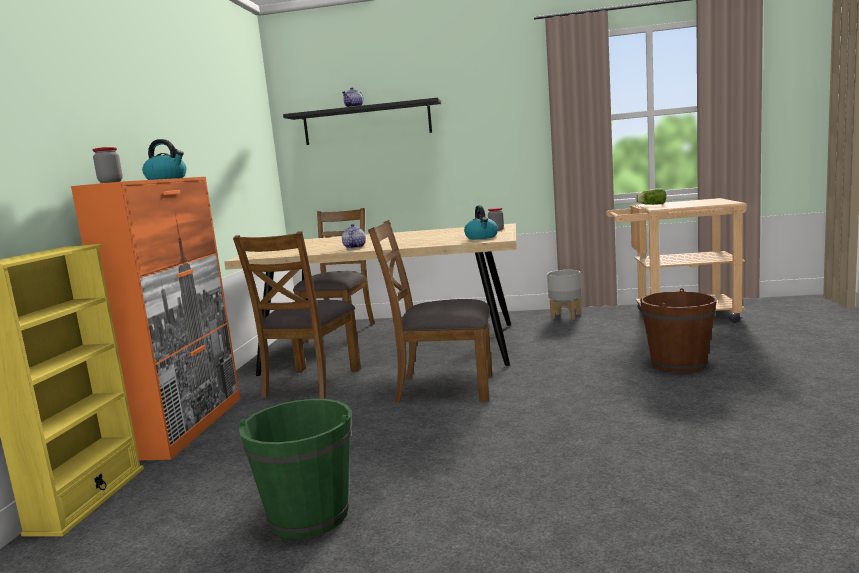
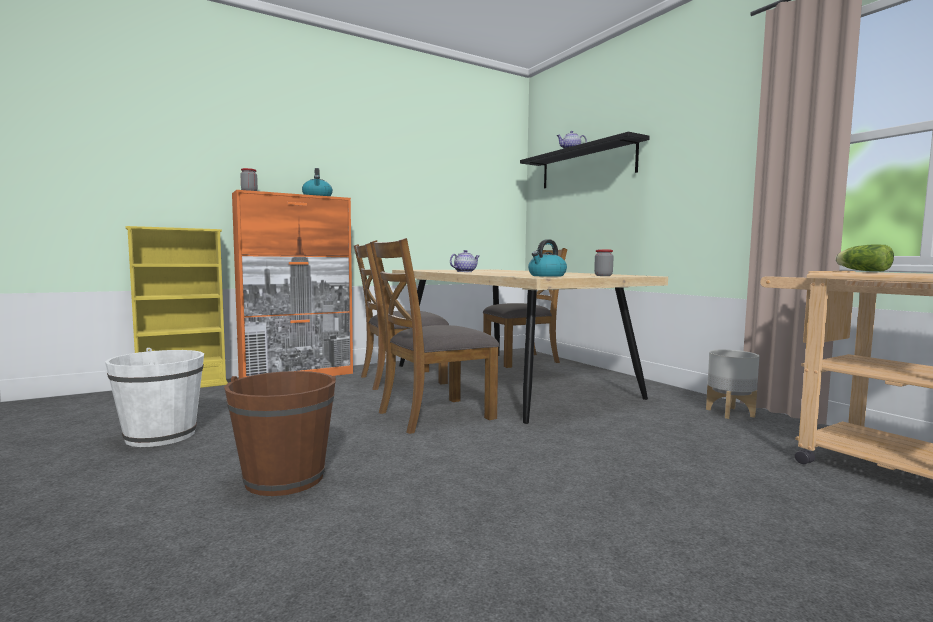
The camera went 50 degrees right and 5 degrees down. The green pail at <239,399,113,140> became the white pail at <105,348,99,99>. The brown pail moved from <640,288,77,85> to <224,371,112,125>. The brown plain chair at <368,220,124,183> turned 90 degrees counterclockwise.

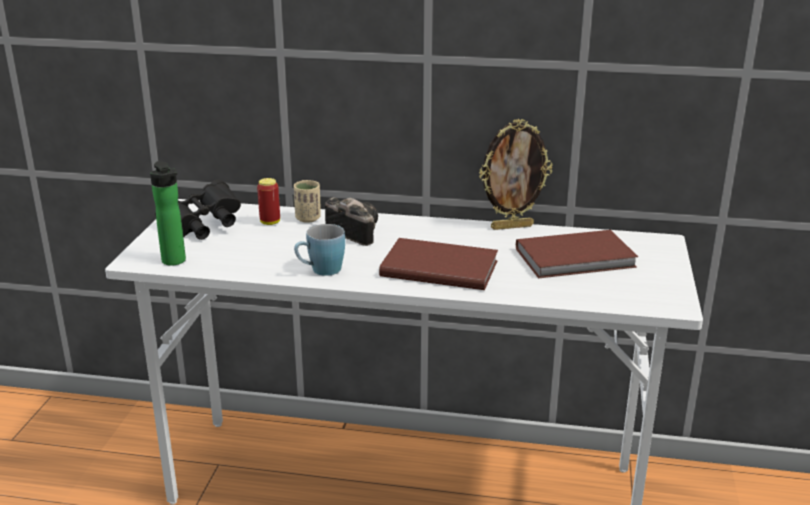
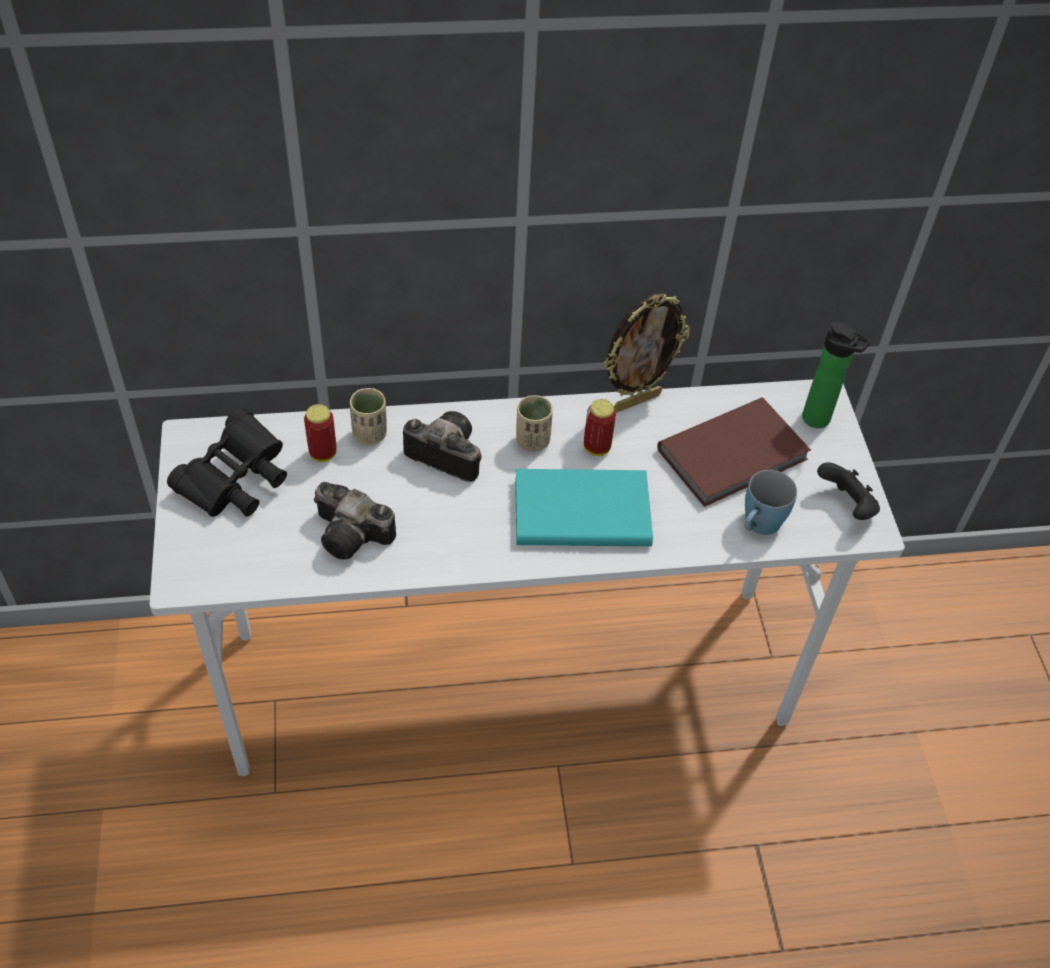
The camera went 20 degrees left and 25 degrees up. The still camera at <314,482,82,78> appeared. The brown volume at <379,238,119,52> became the turquoise-coloured volume at <515,469,138,77>. The beige cup at <516,395,37,57> appeared. The can at <584,399,32,57> appeared. The blue tea mug moved from <294,224,51,52> to <744,470,53,65>. The beverage bottle moved from <150,161,36,105> to <802,322,70,106>. The blackish joypad at <817,462,63,58> appeared.

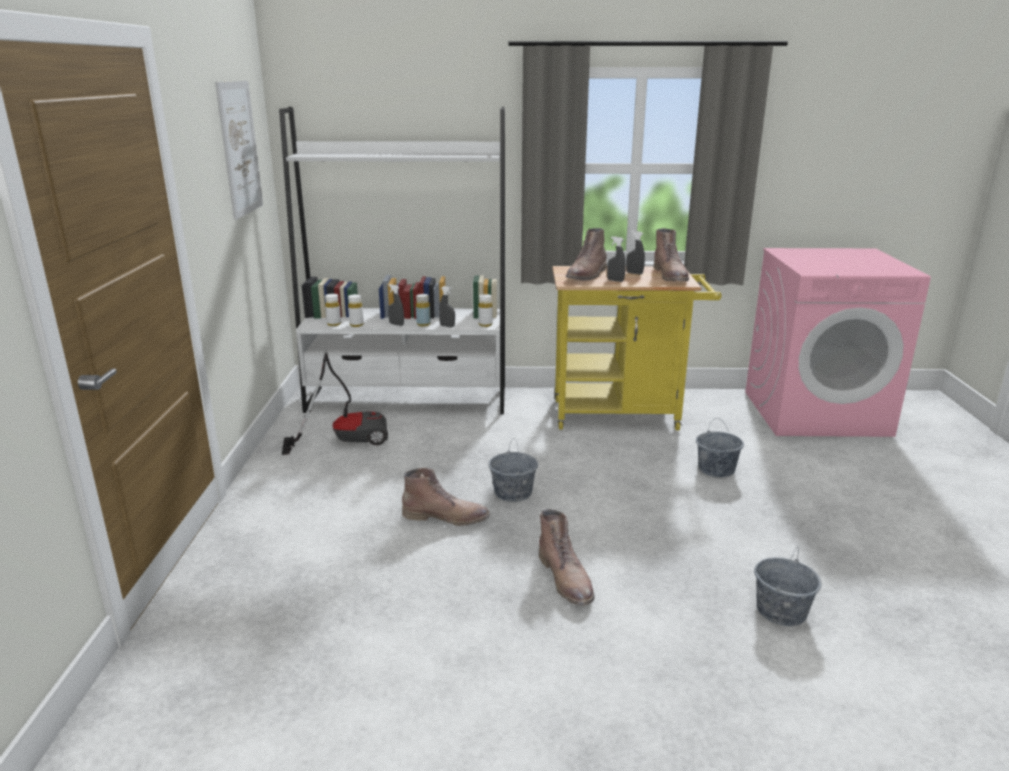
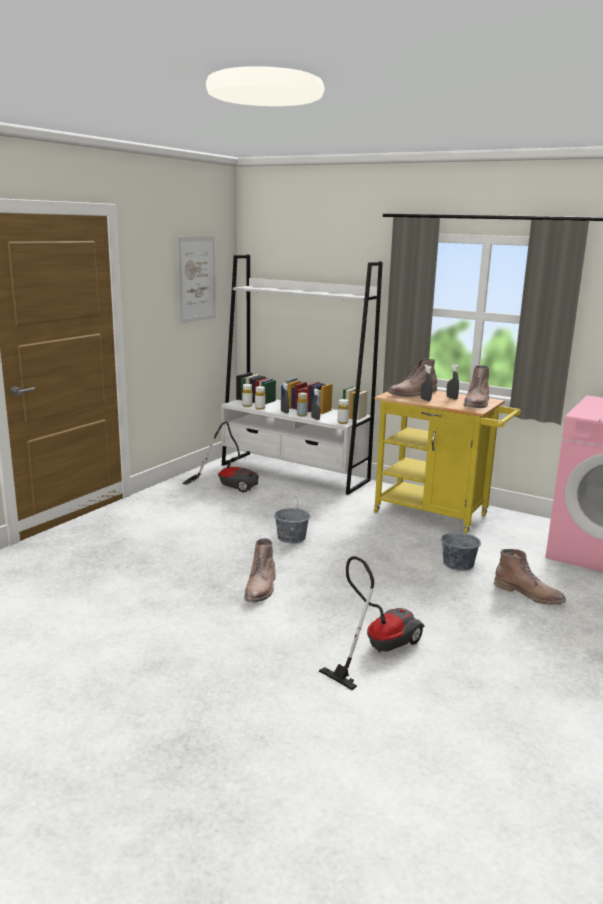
The camera went 30 degrees right and 5 degrees down. The grey pail at <754,546,67,80> was replaced by the vacuum at <319,556,106,134>. The brown boot moved from <402,468,87,58> to <494,549,72,56>.

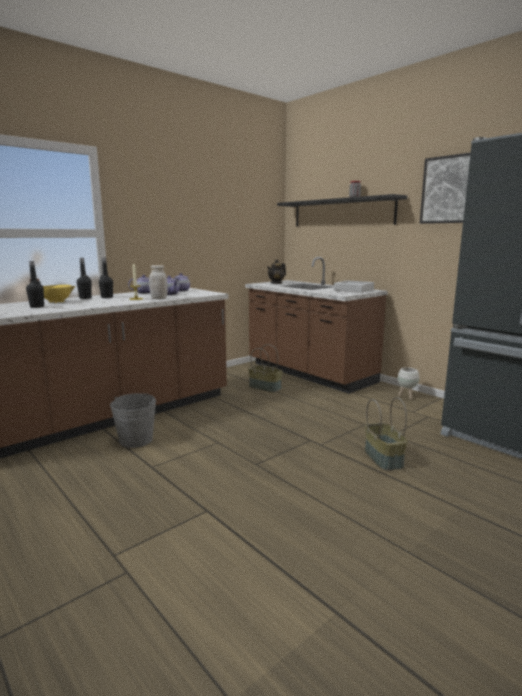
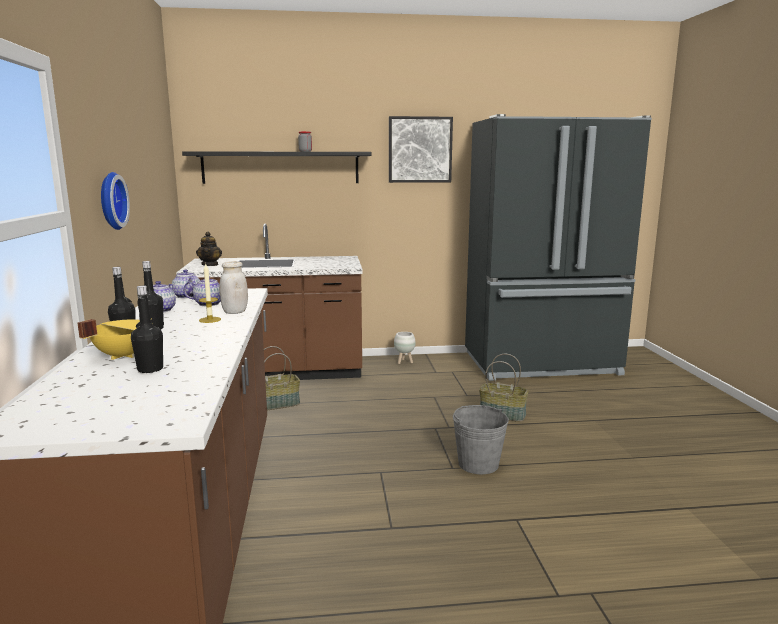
The camera went 55 degrees left and 0 degrees up. The hanging clock at <101,172,29,58> appeared. The grey pail moved from <110,393,46,55> to <453,405,56,69>. The grey tray at <334,280,40,13> disappeared.

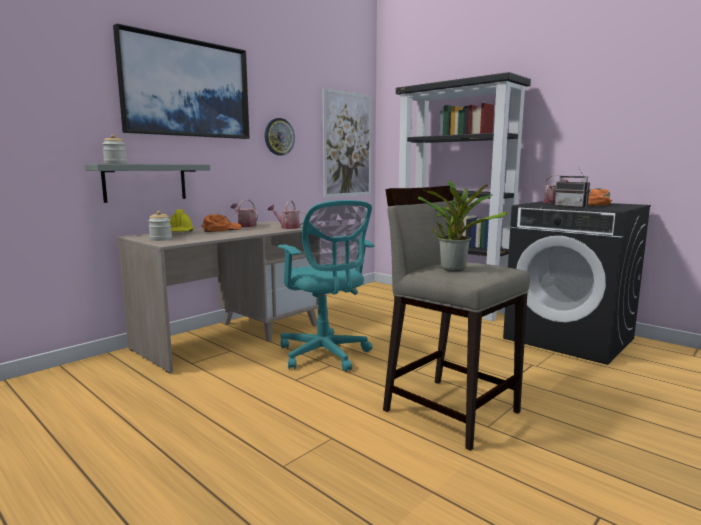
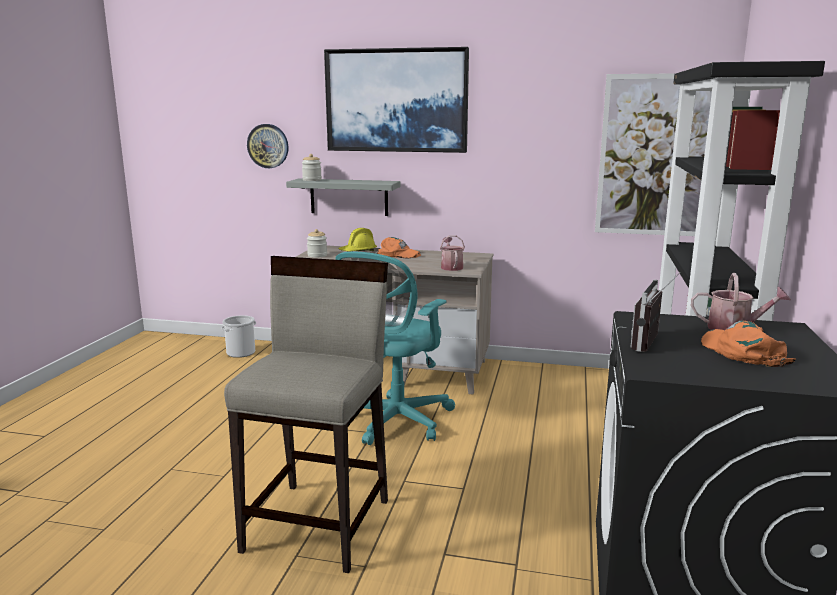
The camera went 60 degrees right and 5 degrees up. The pail at <221,315,35,43> appeared. The hanging clock moved from <265,118,30,38> to <247,124,42,44>. The watering can at <231,199,27,28> disappeared. The potted plant at <418,180,89,91> disappeared.

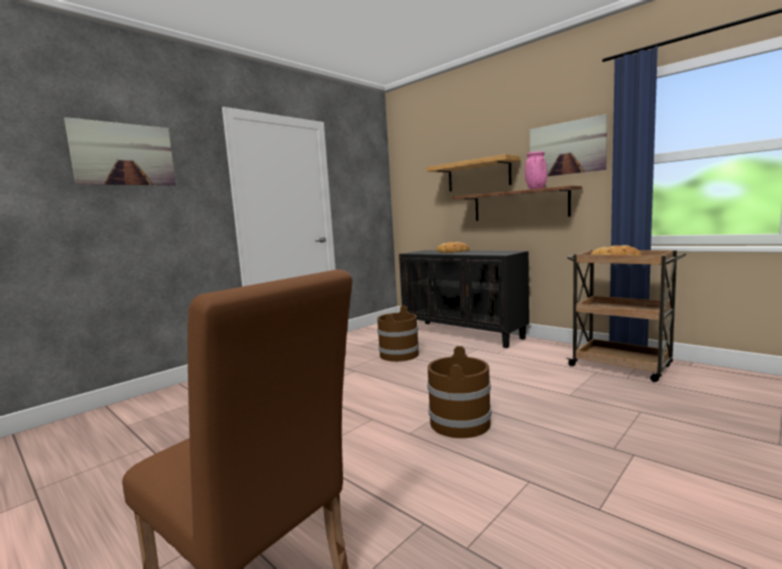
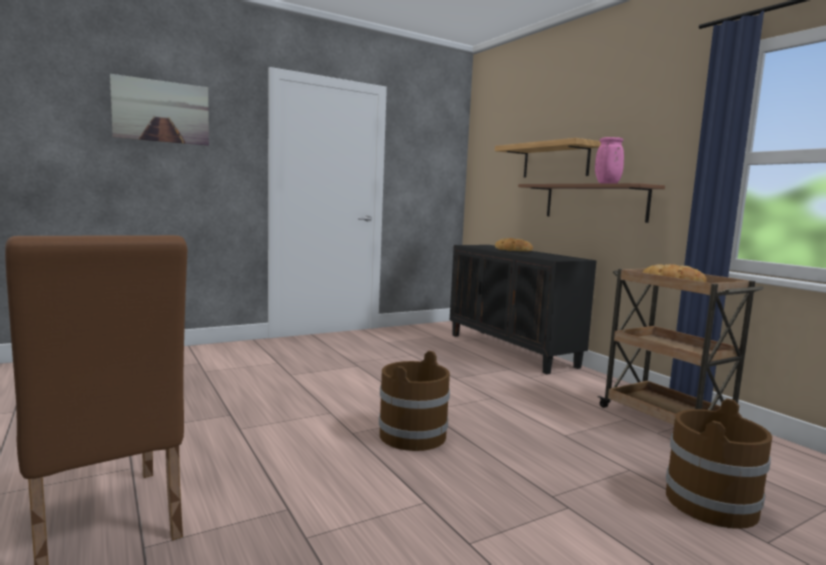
The camera went 15 degrees right and 0 degrees up. The brown pail moved from <377,306,42,56> to <666,399,106,130>. The wall picture at <530,114,77,62> disappeared.

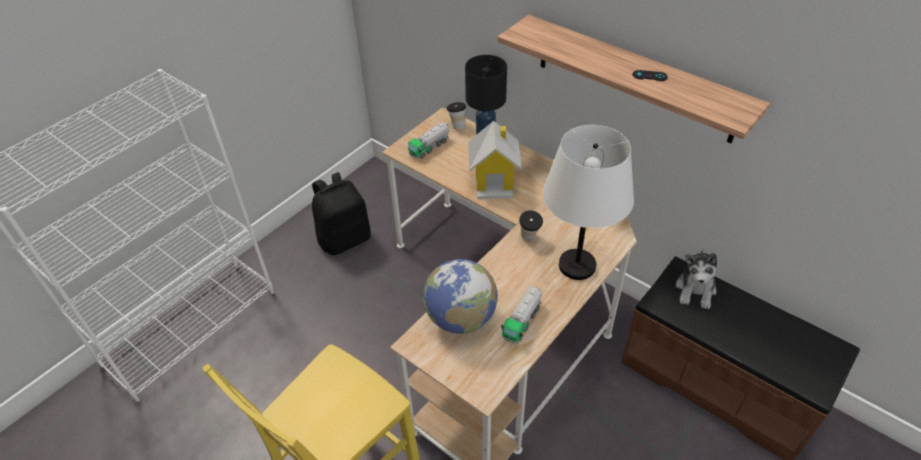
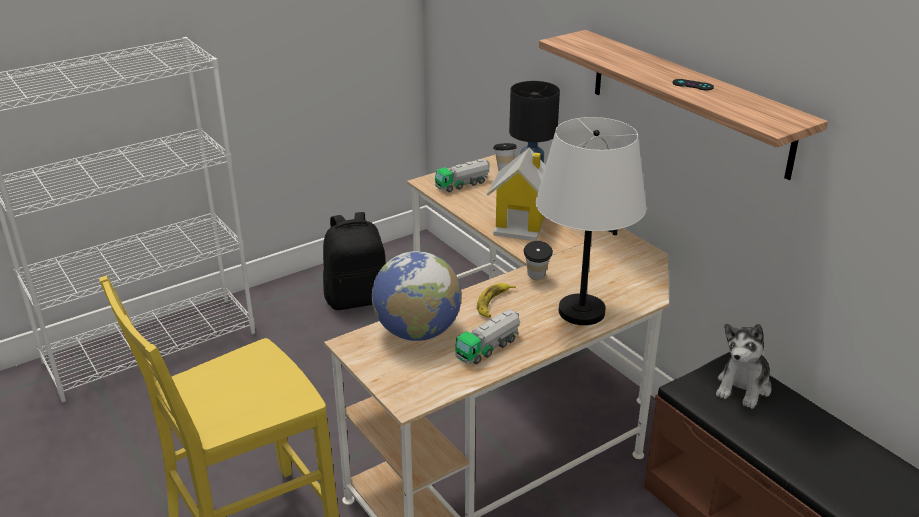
The camera went 15 degrees right and 15 degrees down. The whole banana at <477,283,39,35> appeared.

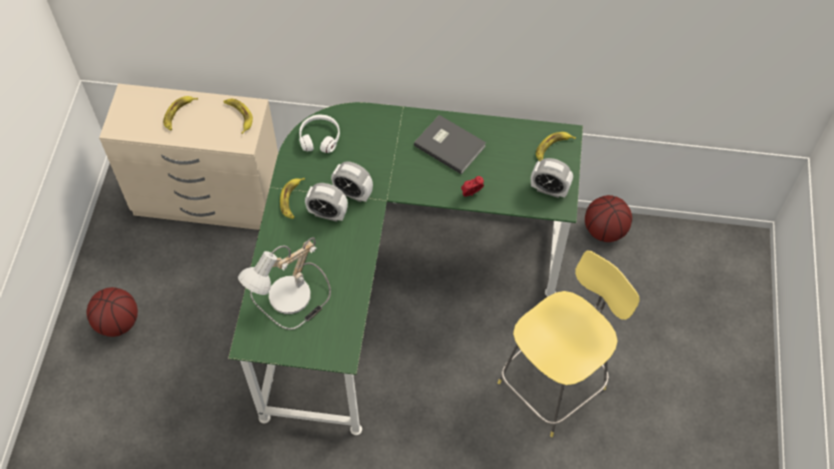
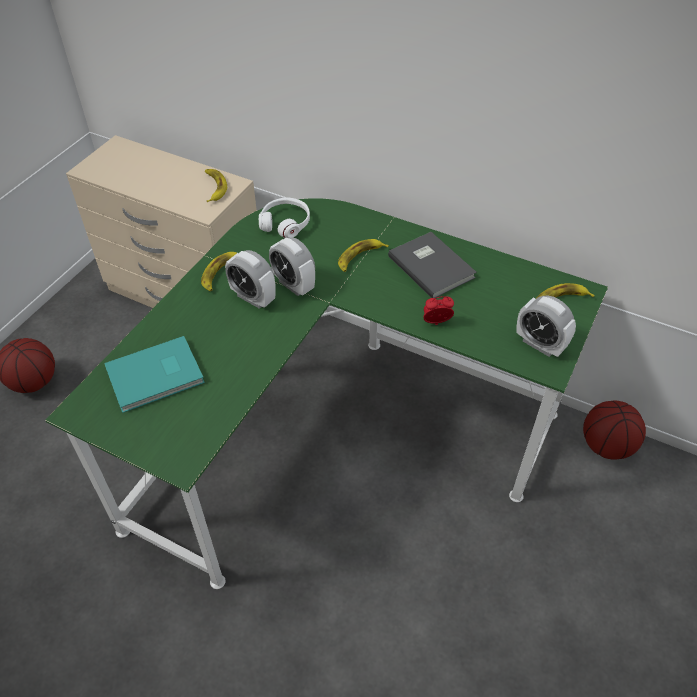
The camera went 20 degrees right and 10 degrees down. The tabletop lamp at <238,237,93,93> was replaced by the turquoise-coloured volume at <104,336,101,77>. The whole banana moved from <163,96,35,35> to <338,239,51,33>. The yellowish stool at <498,251,142,186> disappeared.

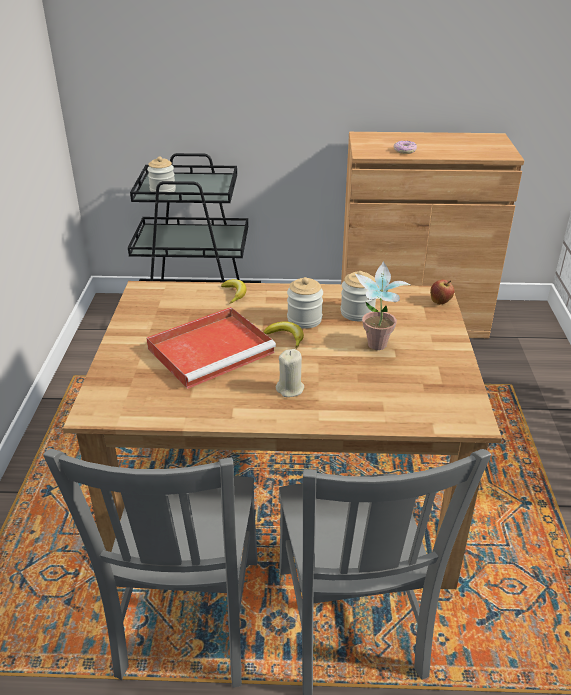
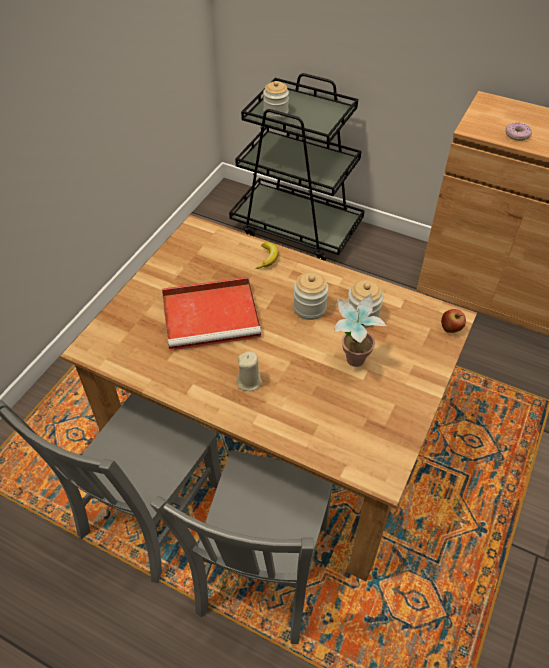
The camera went 25 degrees right and 15 degrees up. The whole banana at <264,321,40,27> disappeared.

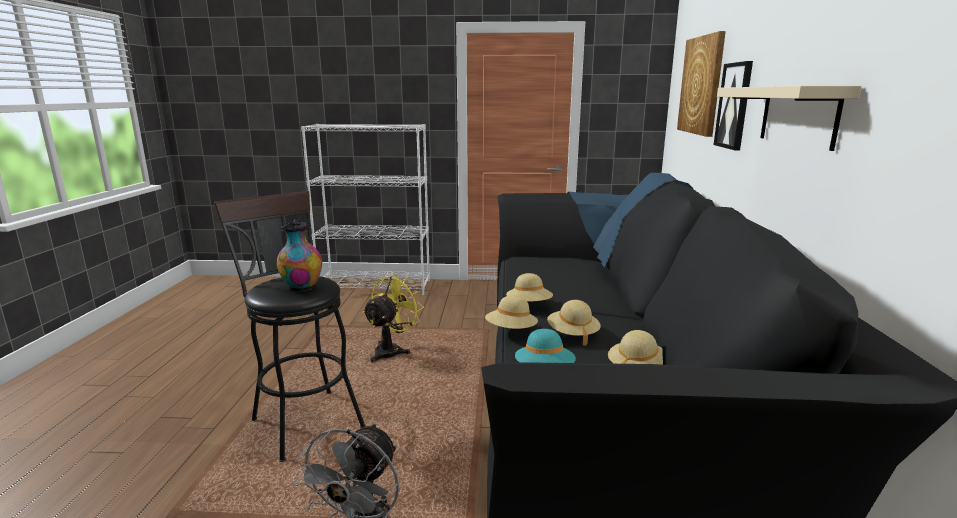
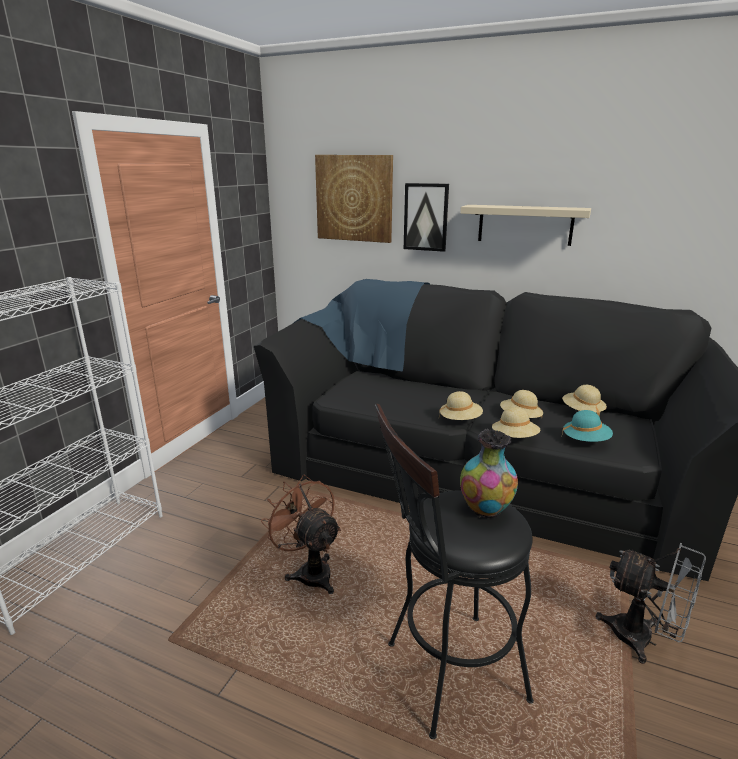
The camera went 70 degrees left and 5 degrees up. The yellowish electric fan at <362,274,62,89> became the brown electric fan at <261,475,80,119>.

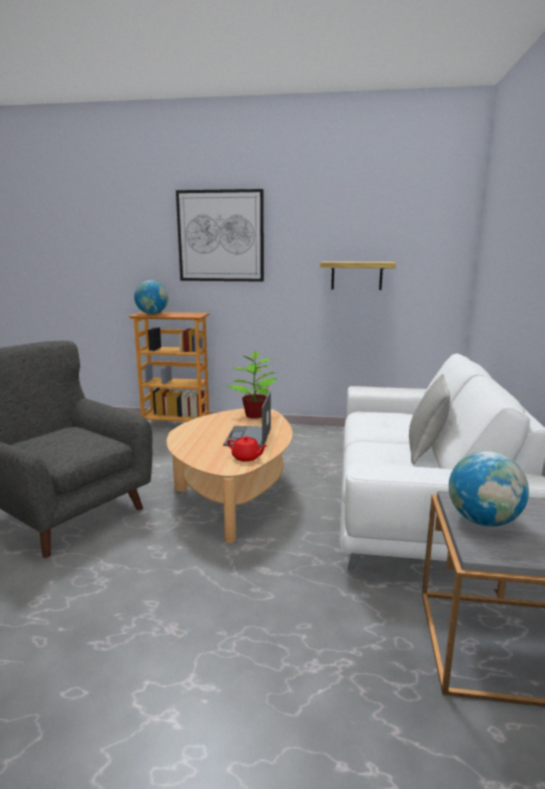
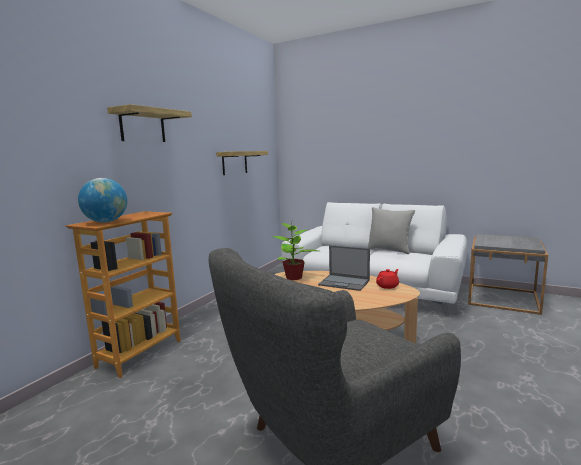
The camera went 70 degrees left and 5 degrees down. The wall picture at <176,189,88,93> was replaced by the shelf at <107,104,85,38>. The world globe at <449,451,80,76> disappeared.

